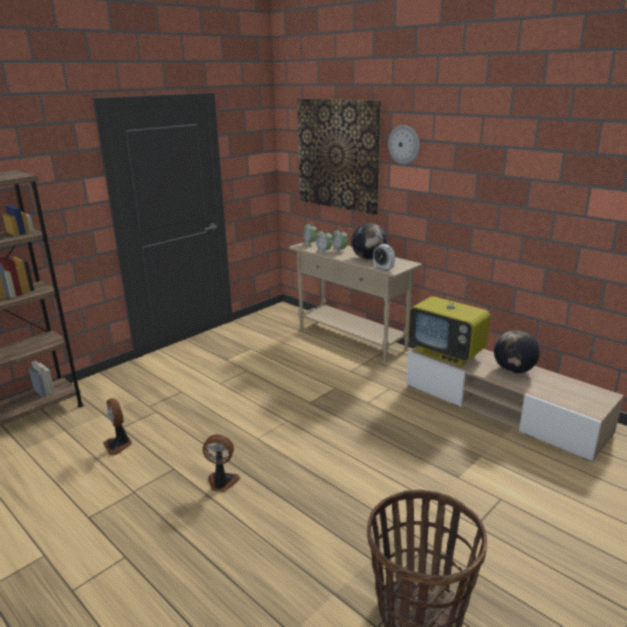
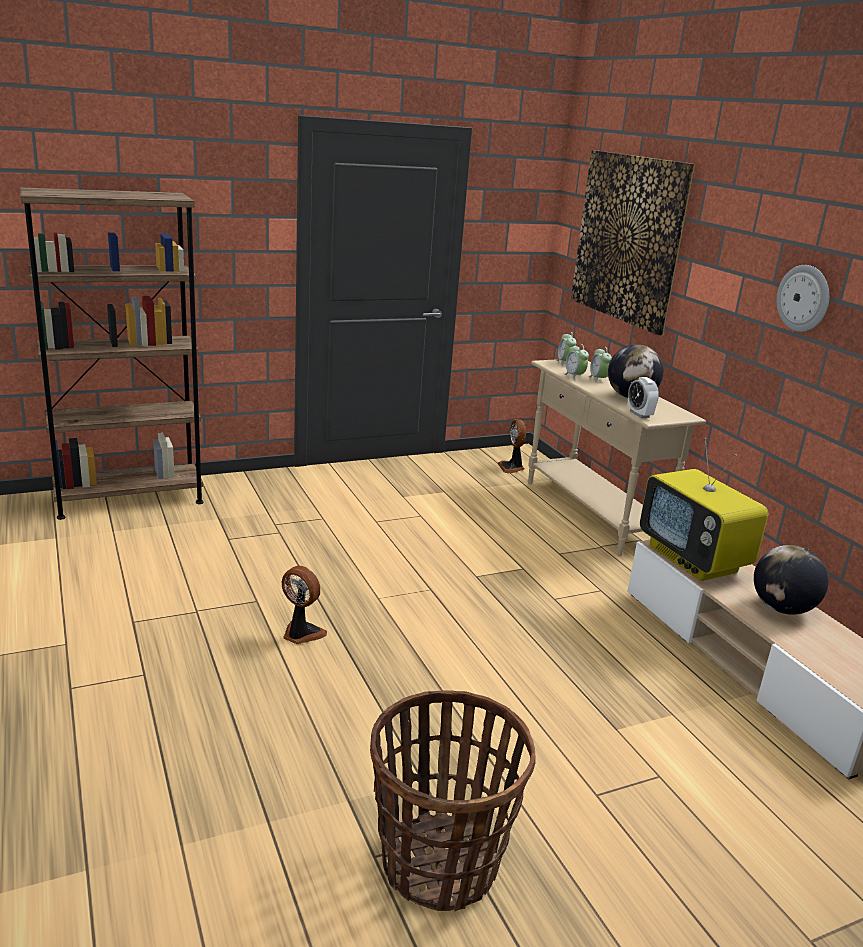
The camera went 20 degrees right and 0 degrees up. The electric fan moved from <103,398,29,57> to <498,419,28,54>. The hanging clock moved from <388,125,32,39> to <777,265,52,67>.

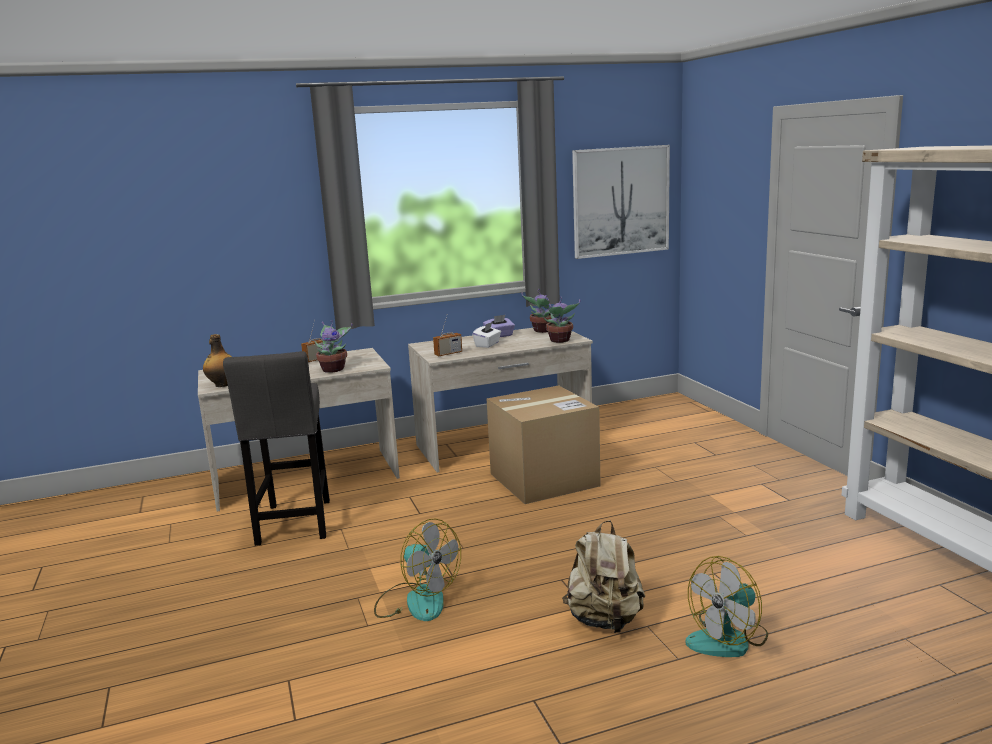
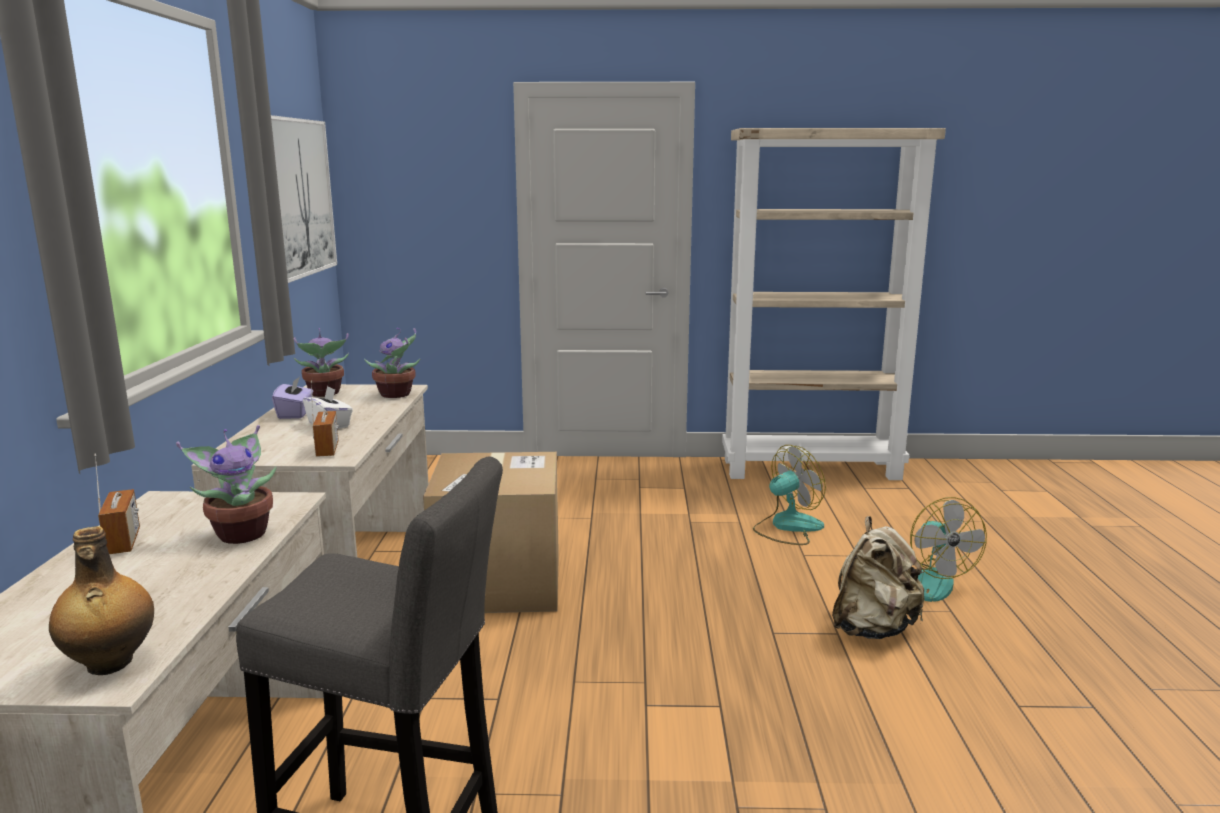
The camera went 70 degrees left and 0 degrees up. The electric fan moved from <374,519,87,102> to <753,445,73,100>.

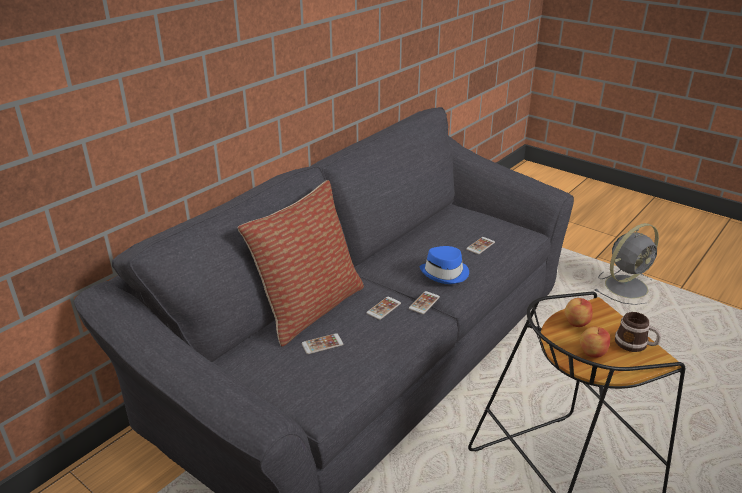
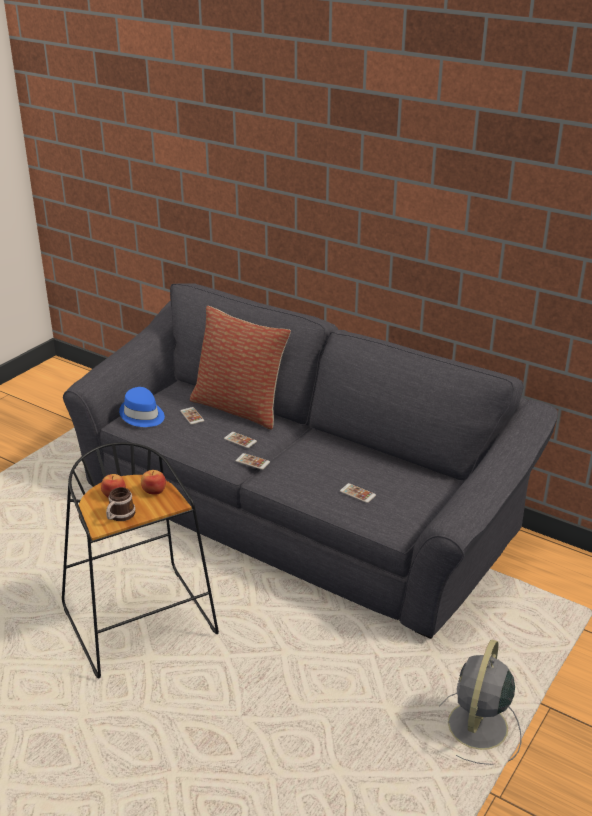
The camera went 85 degrees right and 0 degrees up. The blue hat moved from <420,246,49,38> to <119,387,46,40>. The grey electric fan at <595,223,64,82> turned 60 degrees clockwise.

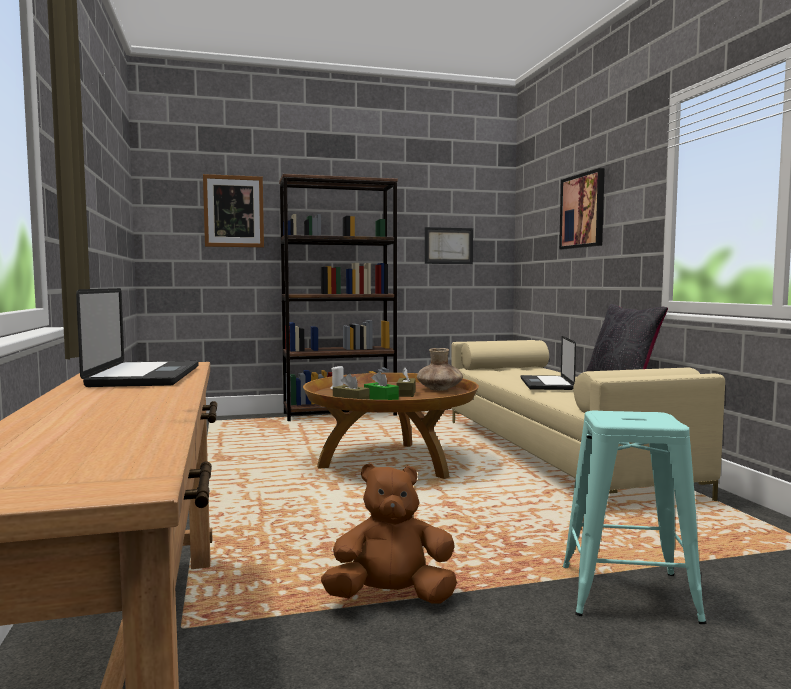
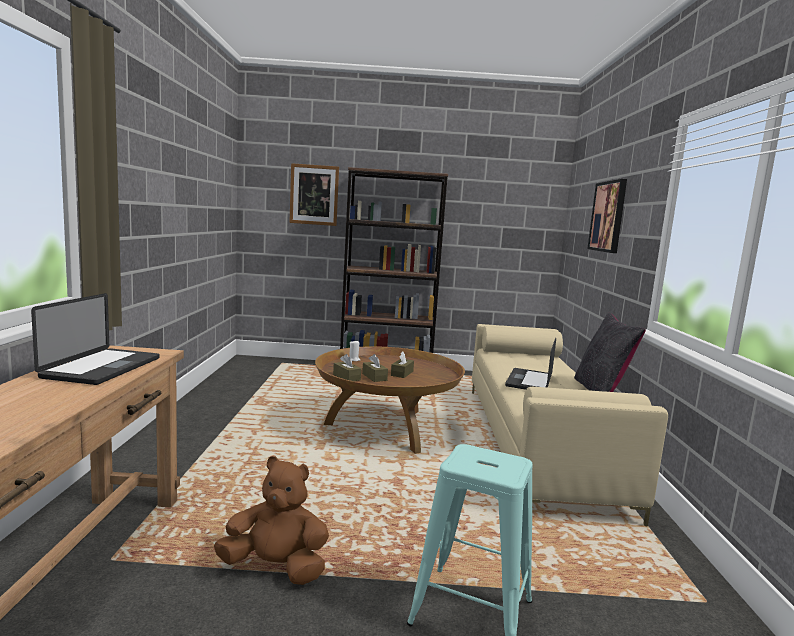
The camera went 15 degrees right and 5 degrees up. The green tissue holder at <364,371,35,29> became the brown tissue holder at <362,354,26,28>. The brown flower vase at <417,348,46,43> disappeared. The wall picture at <425,227,48,37> disappeared.

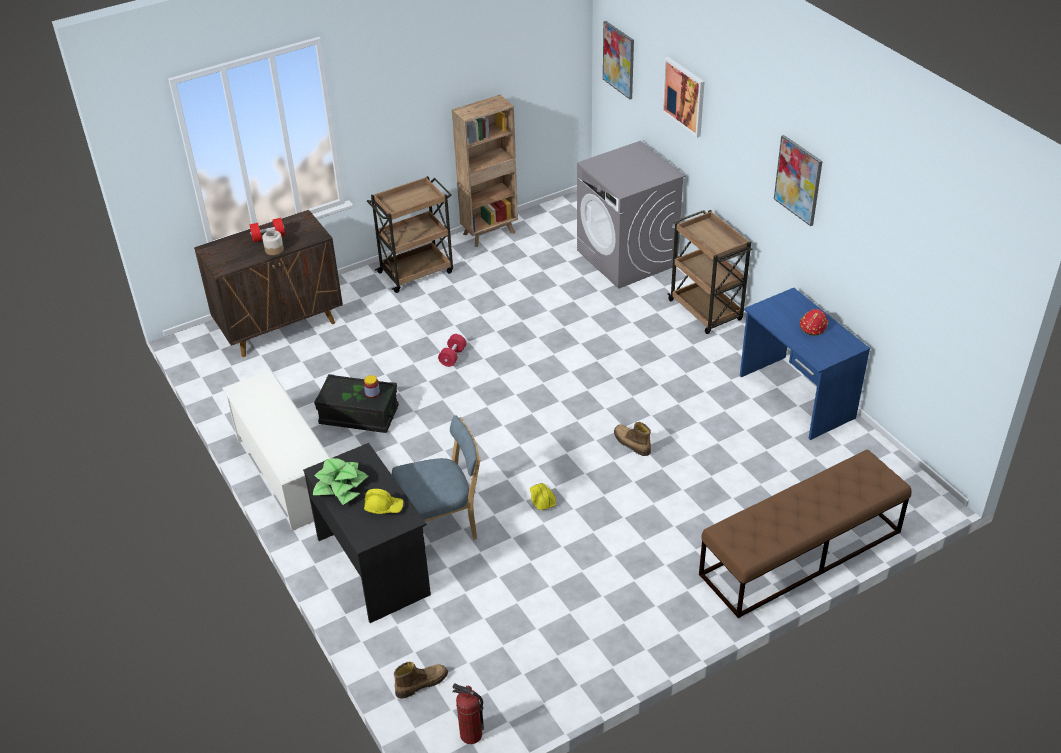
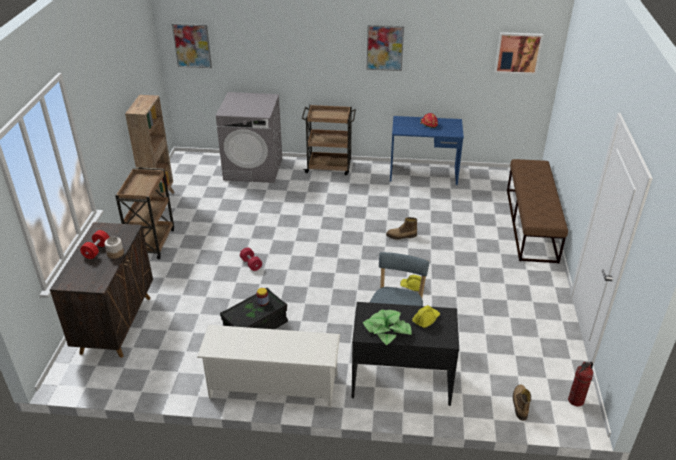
The camera went 55 degrees left and 5 degrees down. The wall picture moved from <662,57,42,81> to <495,32,48,43>.

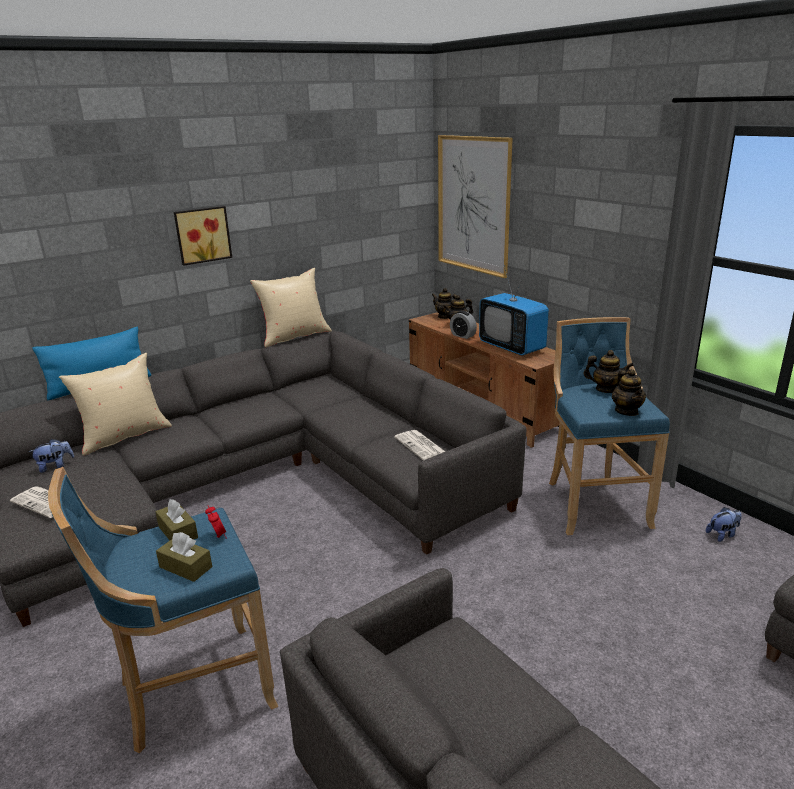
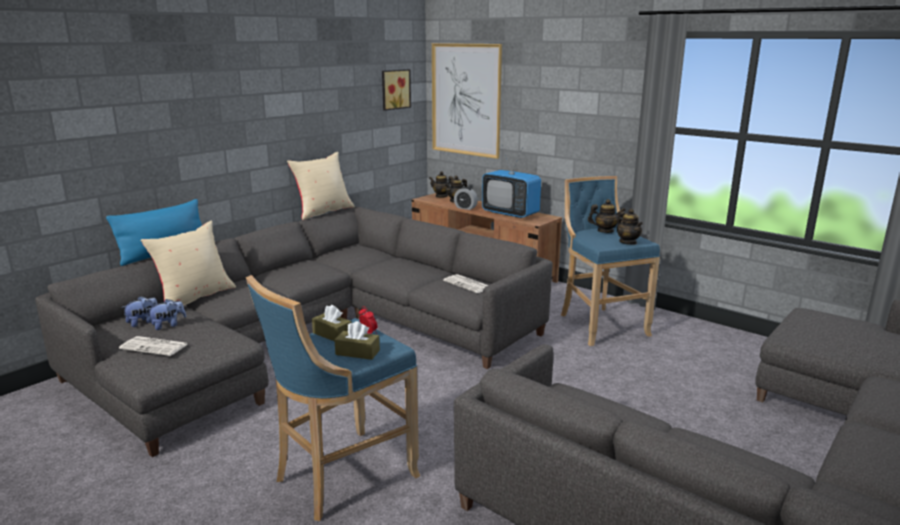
The camera went 15 degrees left and 5 degrees down. The soft toy moved from <706,507,36,35> to <146,299,40,31>. The wall picture moved from <174,206,58,60> to <382,69,29,42>.

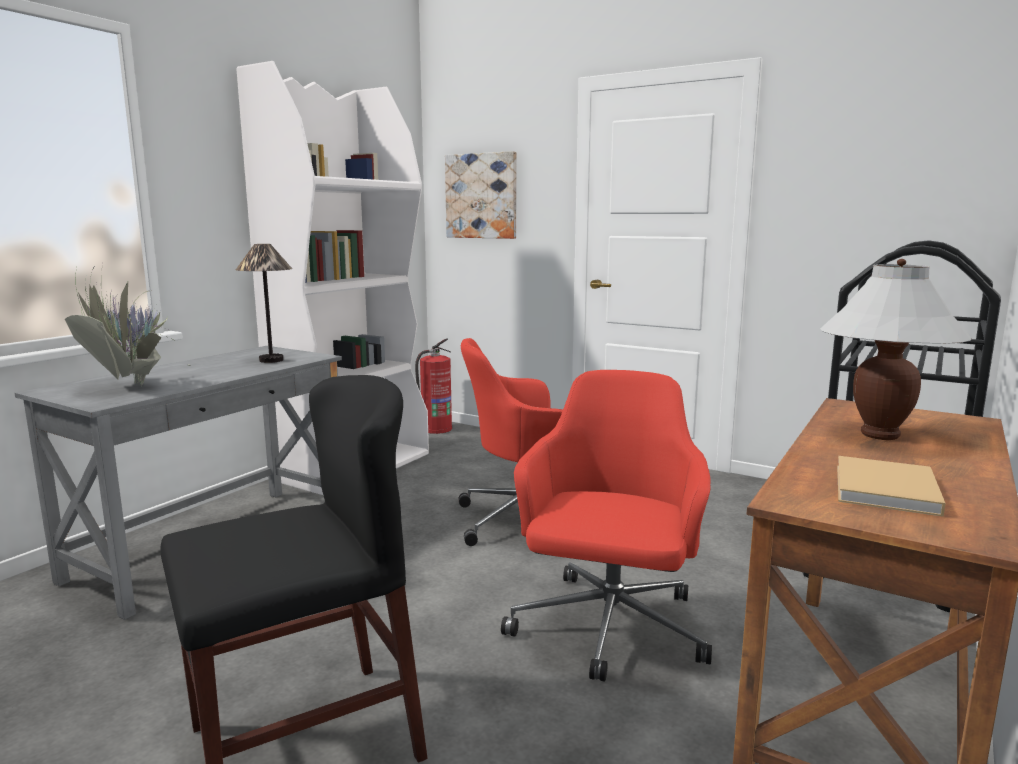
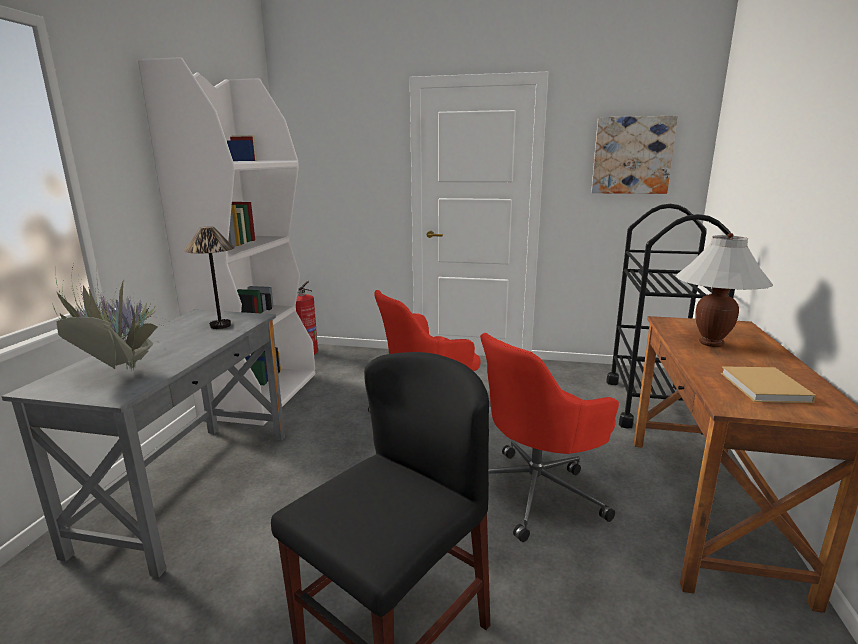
The camera went 20 degrees left and 5 degrees up. The reddish office chair at <501,370,211,312> turned 120 degrees counterclockwise. The wall picture moved from <445,151,72,88> to <591,116,87,78>.

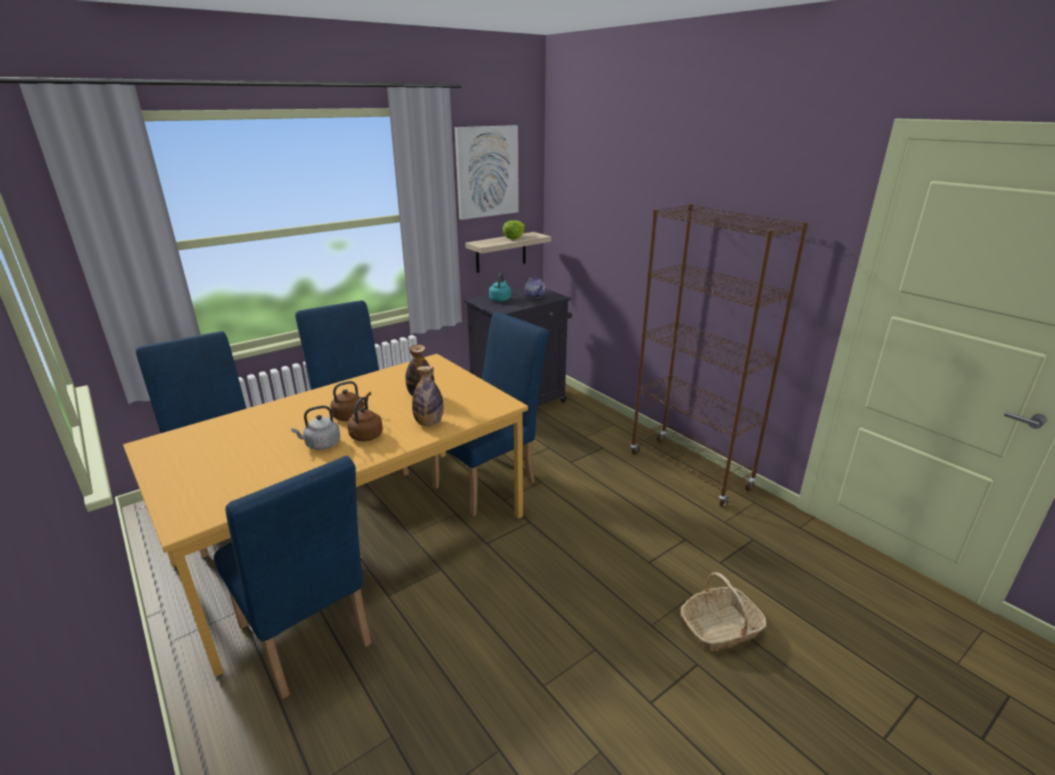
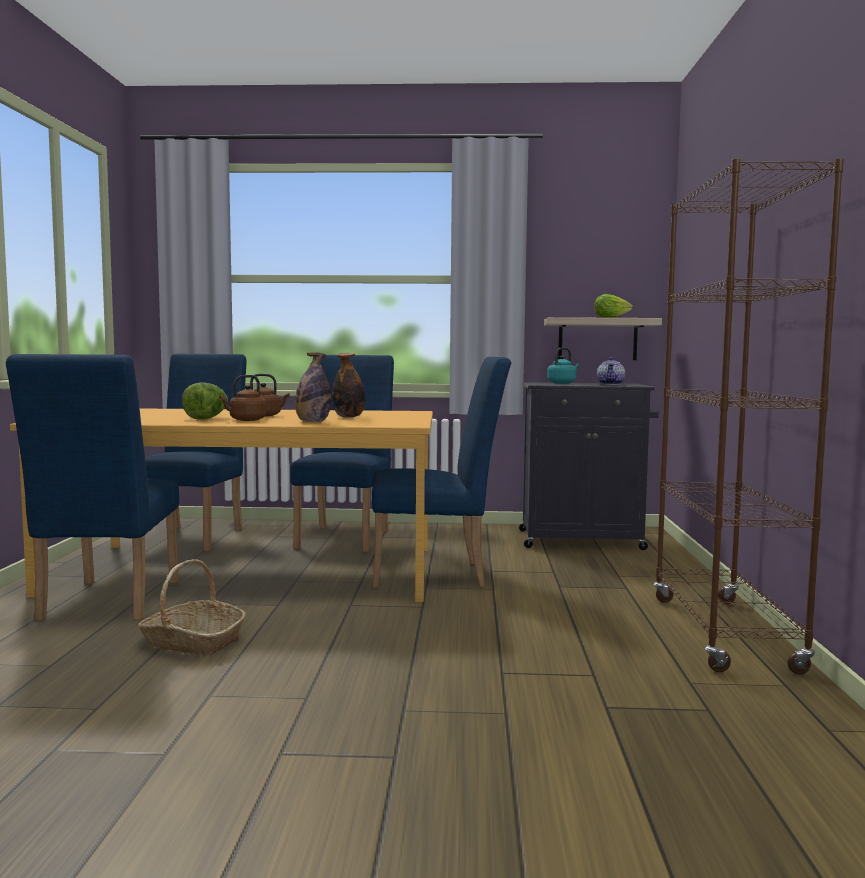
The camera went 40 degrees right and 20 degrees down. The household basket moved from <681,572,85,79> to <138,559,108,97>. The grey kettle at <291,405,49,45> was replaced by the head of lettuce at <182,382,46,38>. The wall picture at <455,125,64,95> disappeared.

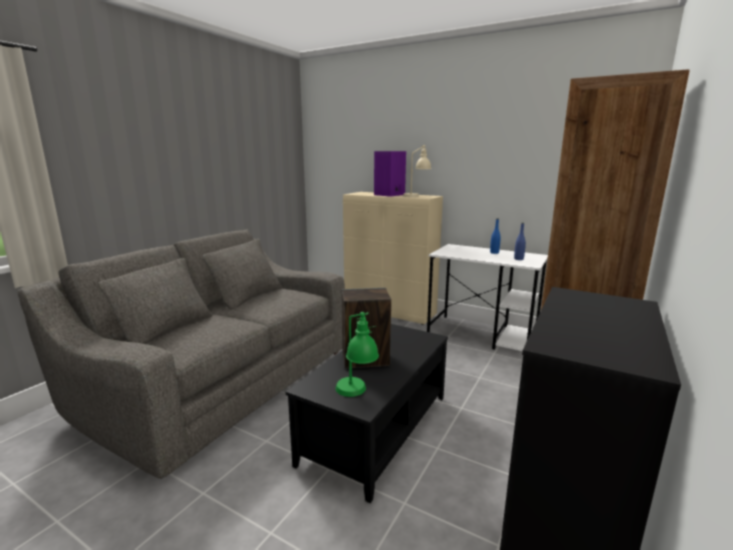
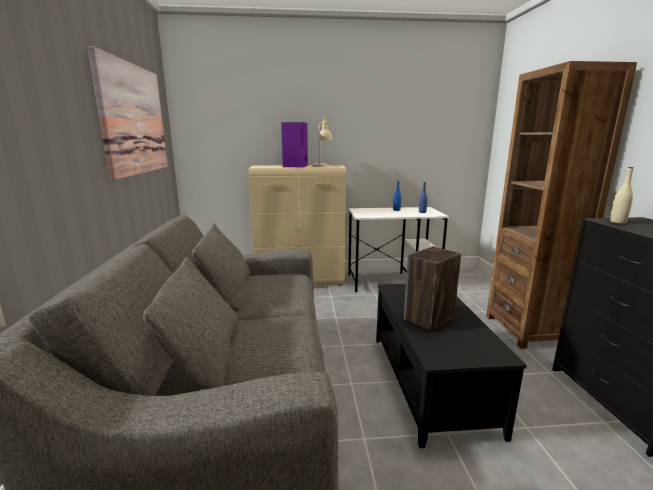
The camera went 35 degrees left and 0 degrees up. The wall picture at <87,46,81,134> appeared. The beige beverage bottle at <610,167,23,57> appeared. The green tabletop lamp at <335,312,44,85> disappeared.

